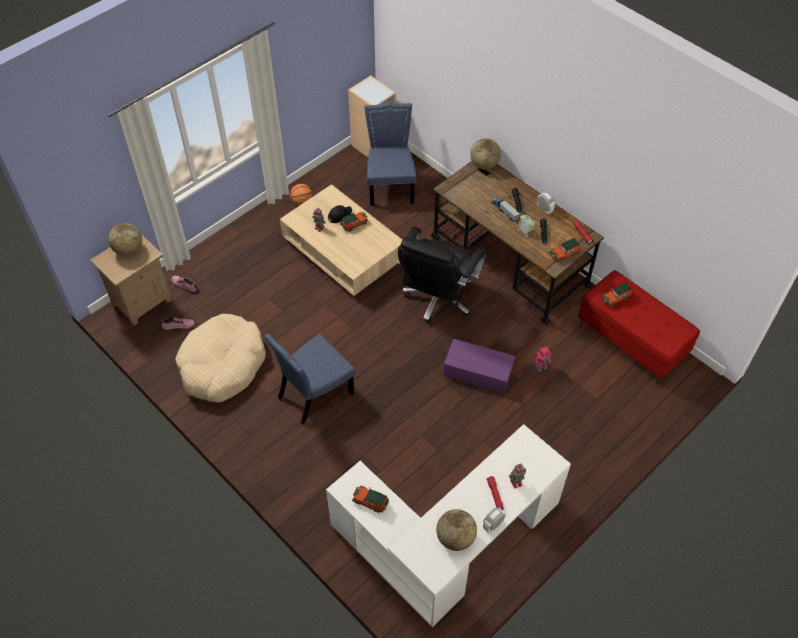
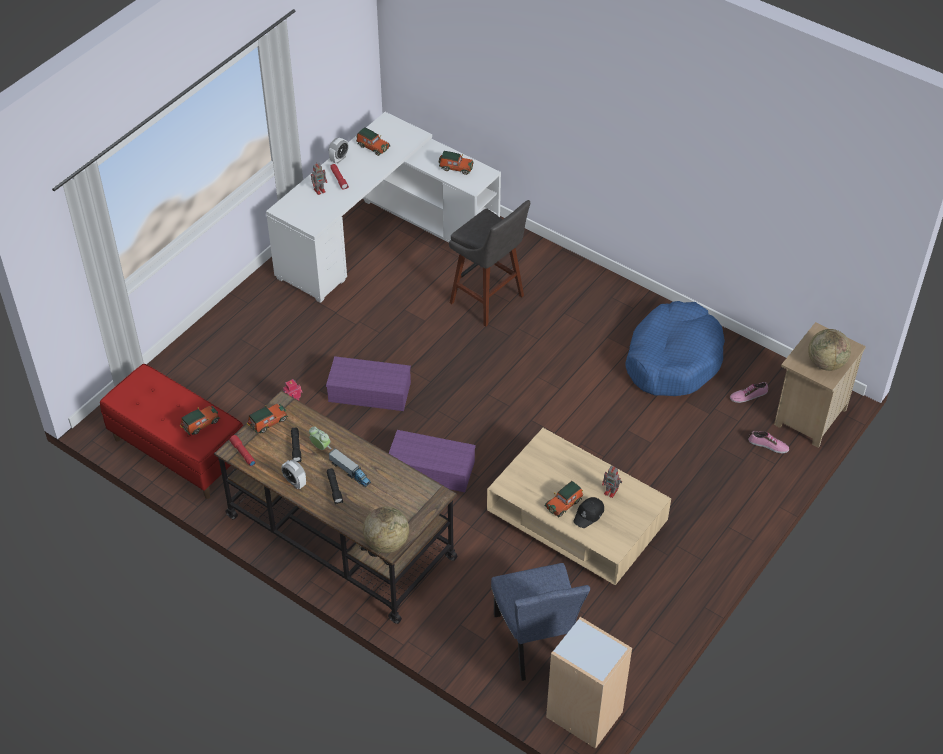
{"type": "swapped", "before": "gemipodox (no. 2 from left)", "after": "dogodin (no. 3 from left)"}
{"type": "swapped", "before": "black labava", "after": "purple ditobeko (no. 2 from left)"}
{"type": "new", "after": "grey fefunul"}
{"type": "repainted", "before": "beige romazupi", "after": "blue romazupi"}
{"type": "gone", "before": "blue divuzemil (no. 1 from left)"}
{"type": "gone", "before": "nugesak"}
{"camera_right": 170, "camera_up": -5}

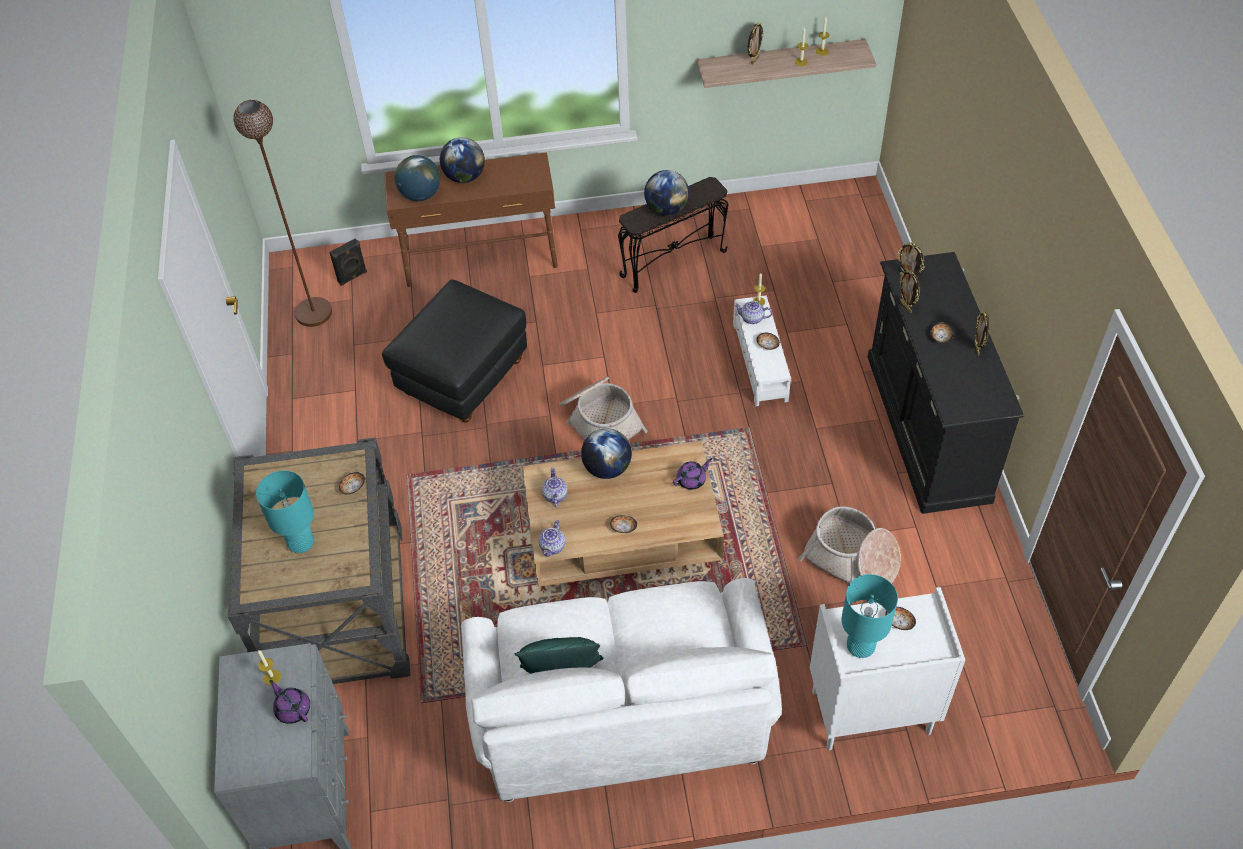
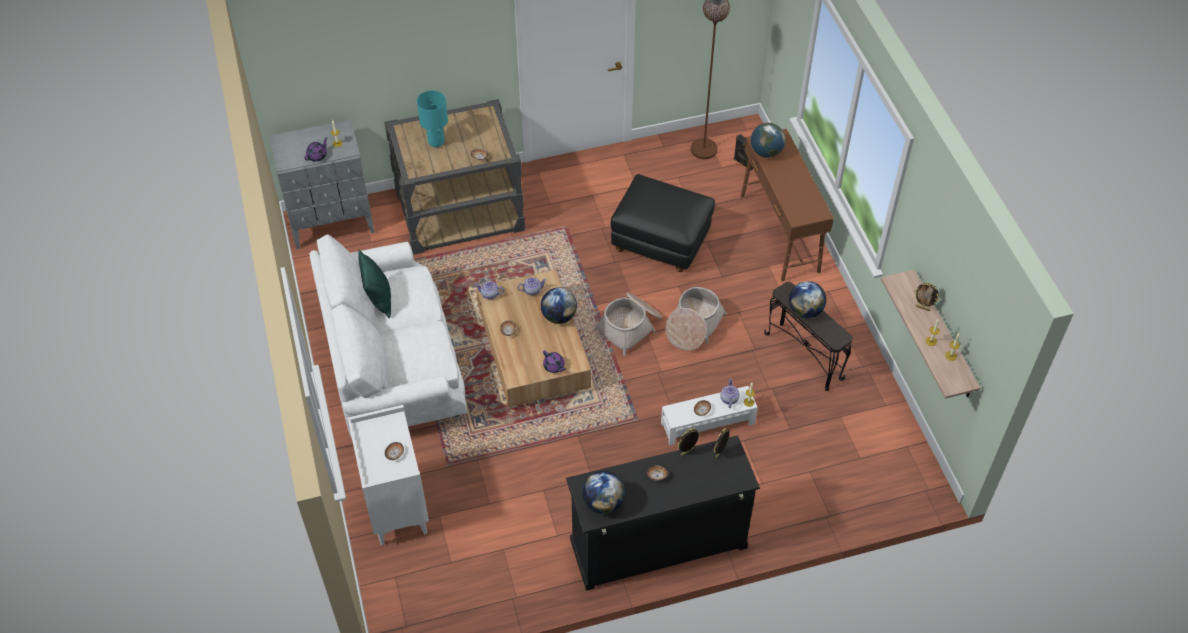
{"type": "shifted", "before": "gemipodox (no. 2 from left)"}
{"type": "shifted", "before": "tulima (no. 2 from left)"}
{"type": "gone", "before": "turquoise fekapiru (no. 2 from left)"}
{"type": "gone", "before": "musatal (no. 4 from left)"}
{"camera_right": 80, "camera_up": 0}

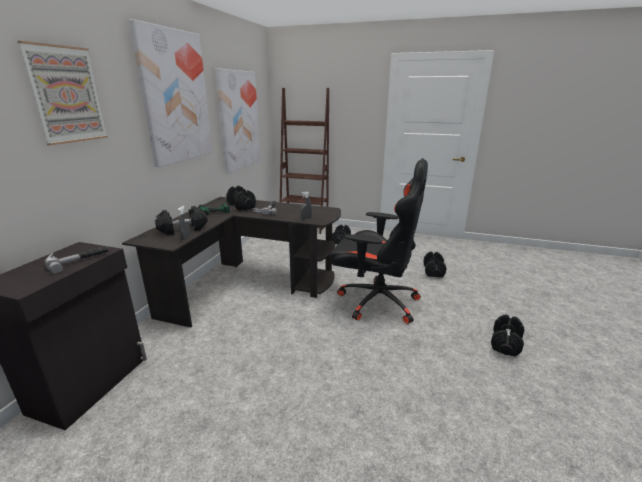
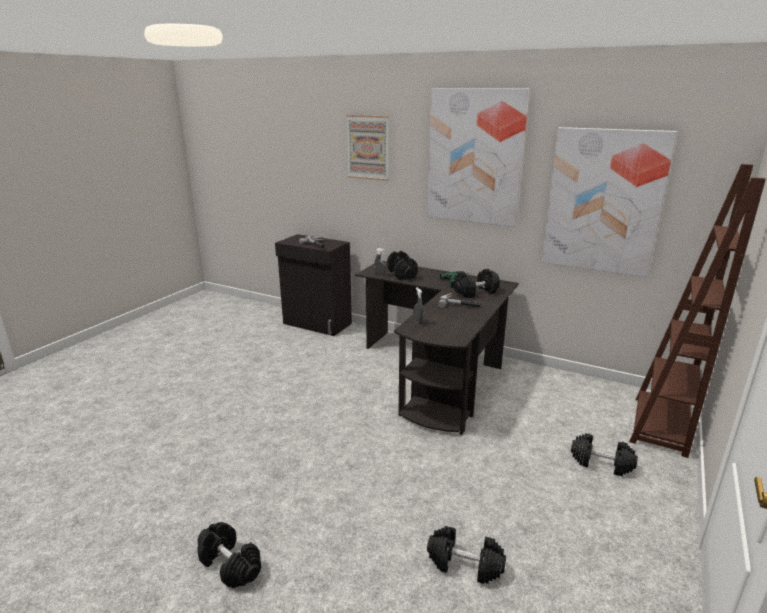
{"type": "gone", "before": "black labava"}
{"camera_right": 100, "camera_up": 0}

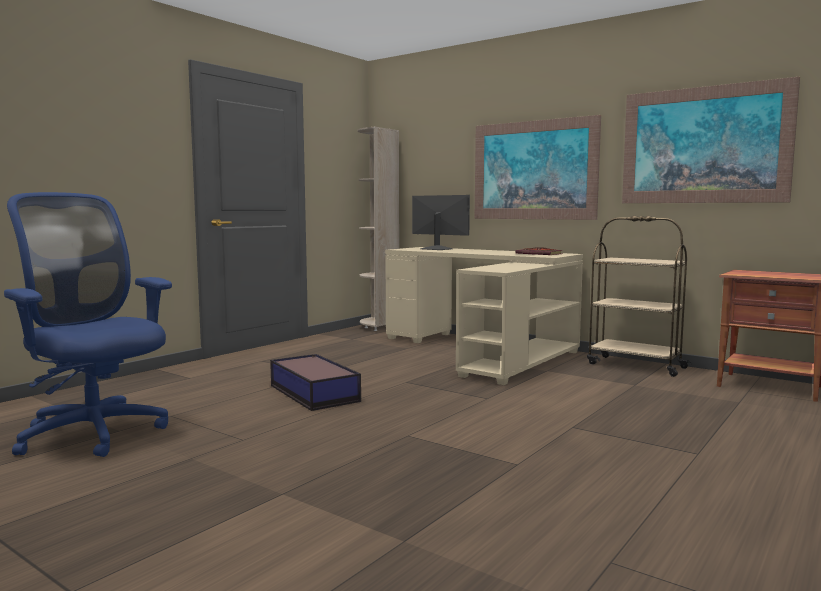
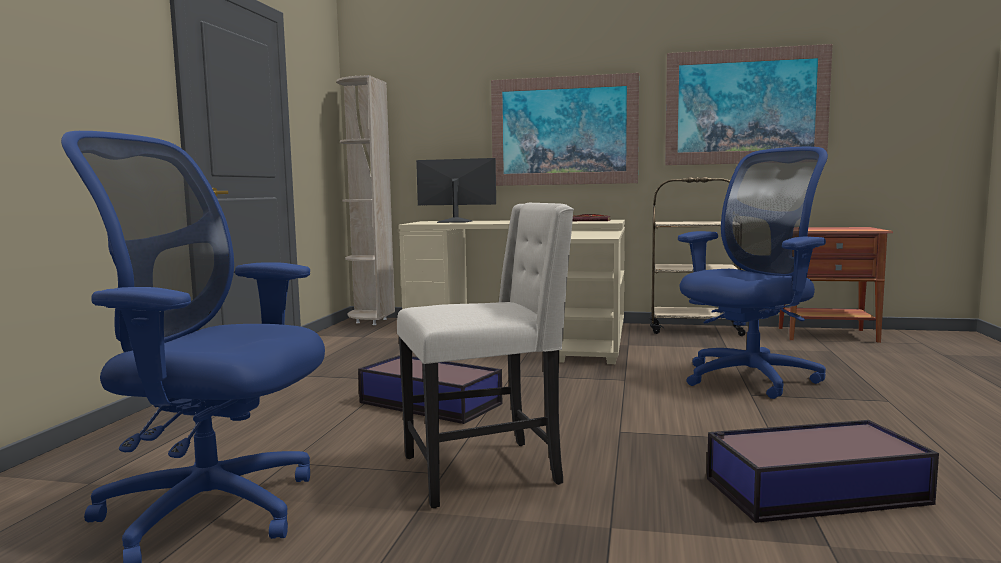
{"type": "new", "after": "beige divuzemil"}
{"type": "new", "after": "blue labava (no. 2 from left)"}
{"type": "new", "after": "ditobeko (no. 2 from left)"}
{"camera_right": -25, "camera_up": 0}

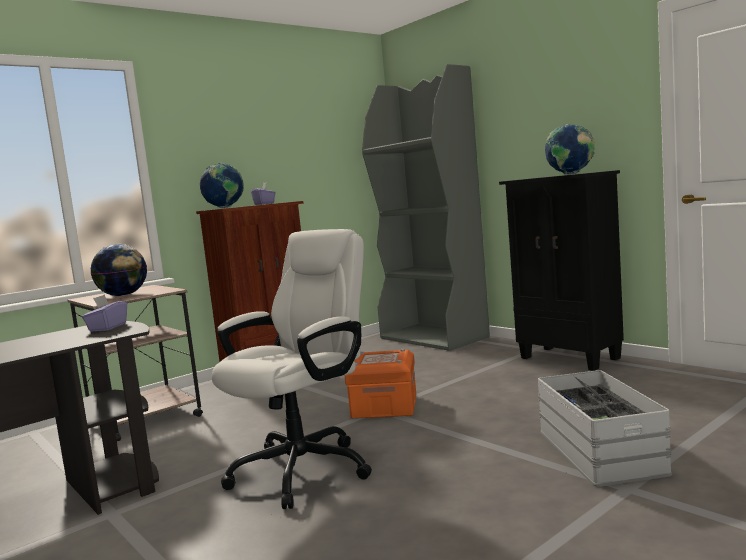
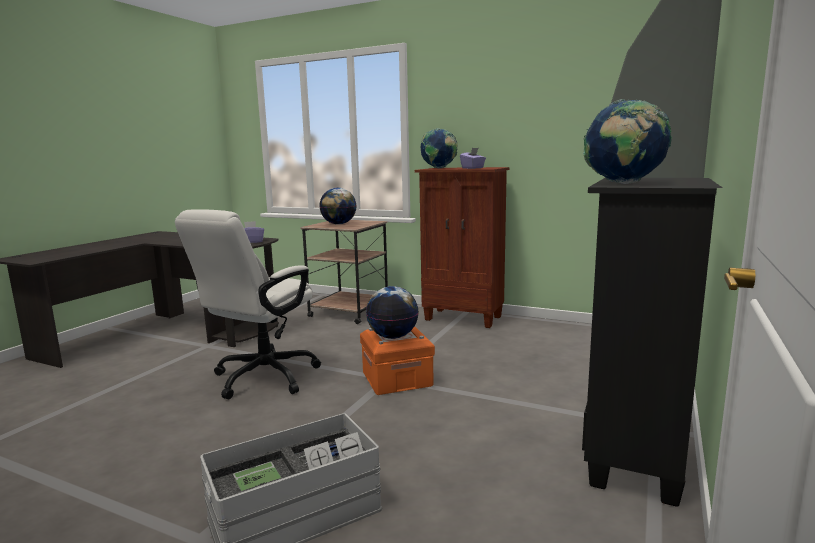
{"type": "rotated", "before": "white labava", "turn": 105}
{"type": "new", "after": "gemipodox (no. 2 from left)"}
{"camera_right": 65, "camera_up": 5}

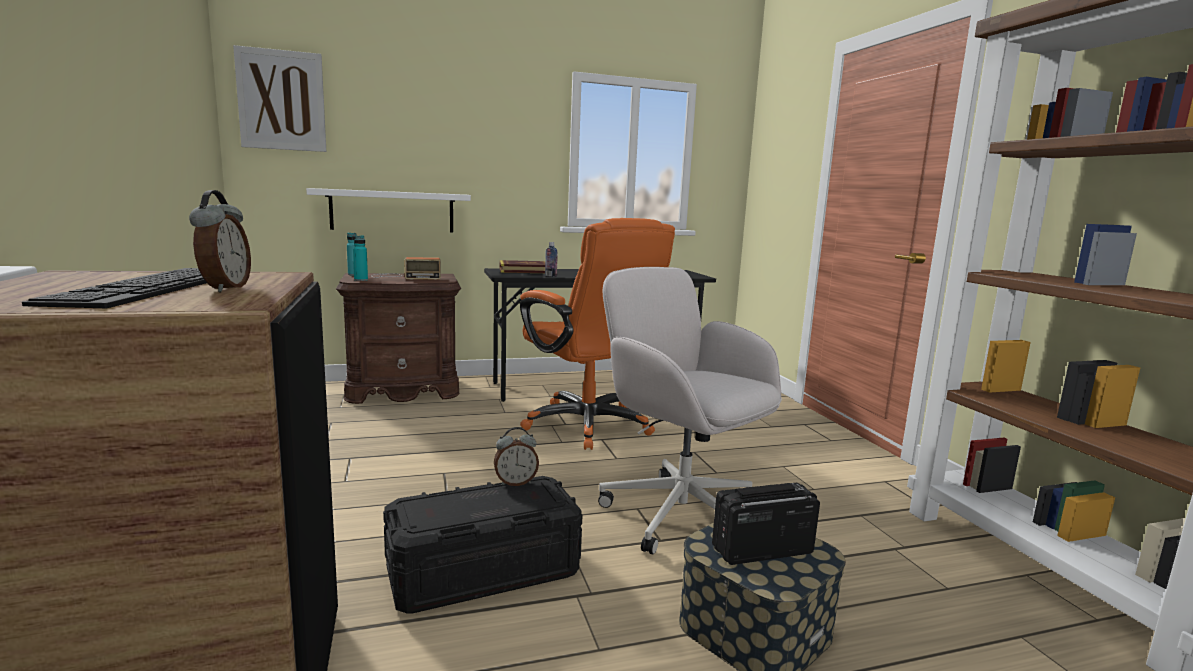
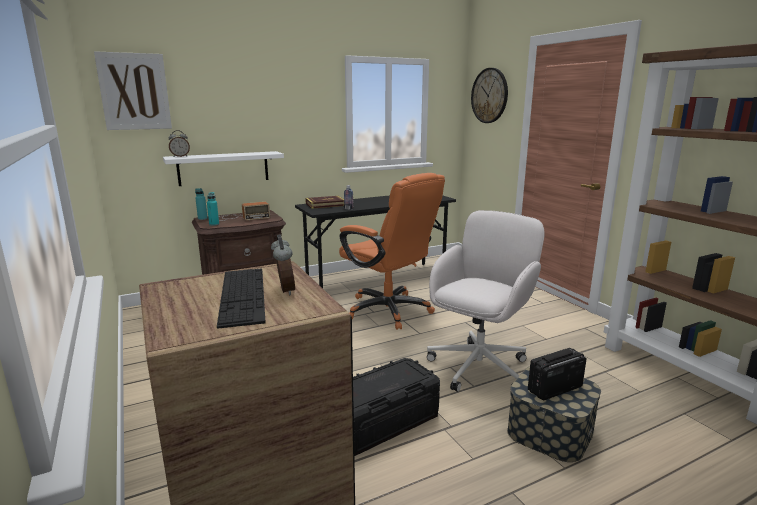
{"type": "shifted", "before": "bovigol (no. 2 from left in the first image)", "after": "bovigol (no. 1 from left)"}
{"type": "rotated", "before": "white labava", "turn": 90}
{"type": "new", "after": "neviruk"}
{"camera_right": -10, "camera_up": 5}

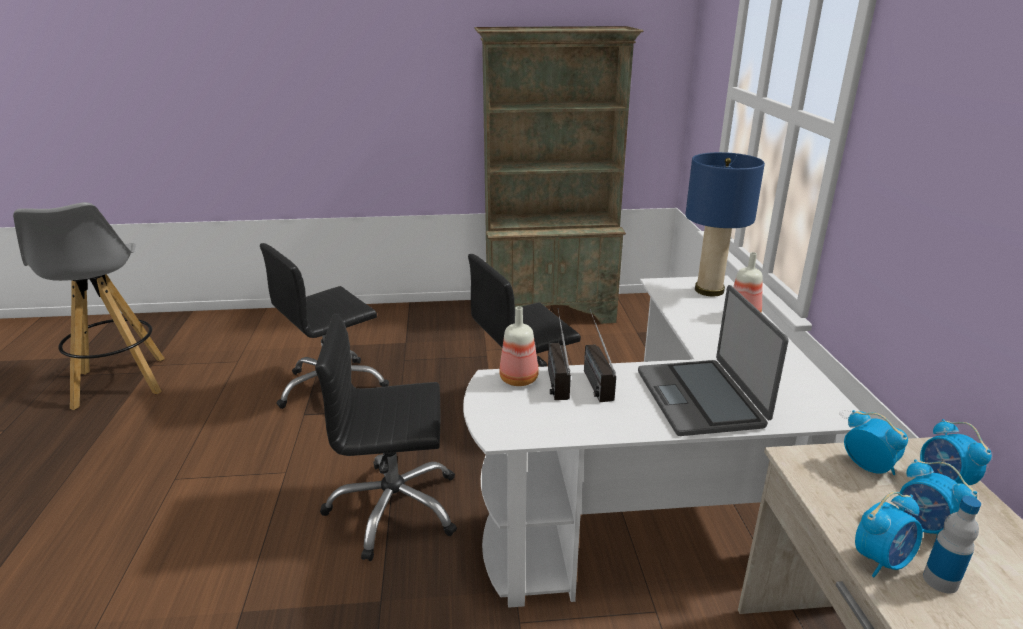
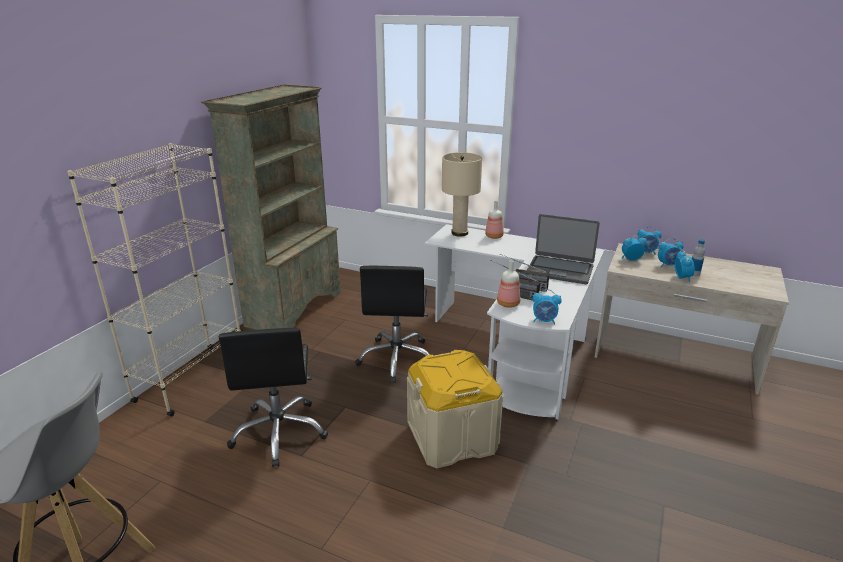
{"type": "new", "after": "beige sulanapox"}
{"type": "swapped", "before": "black labava (no. 2 from left)", "after": "beige ditobeko"}
{"type": "repainted", "before": "blue fekapiru", "after": "beige fekapiru"}
{"type": "new", "after": "bovigol (no. 1 from left)"}
{"camera_right": -60, "camera_up": 0}

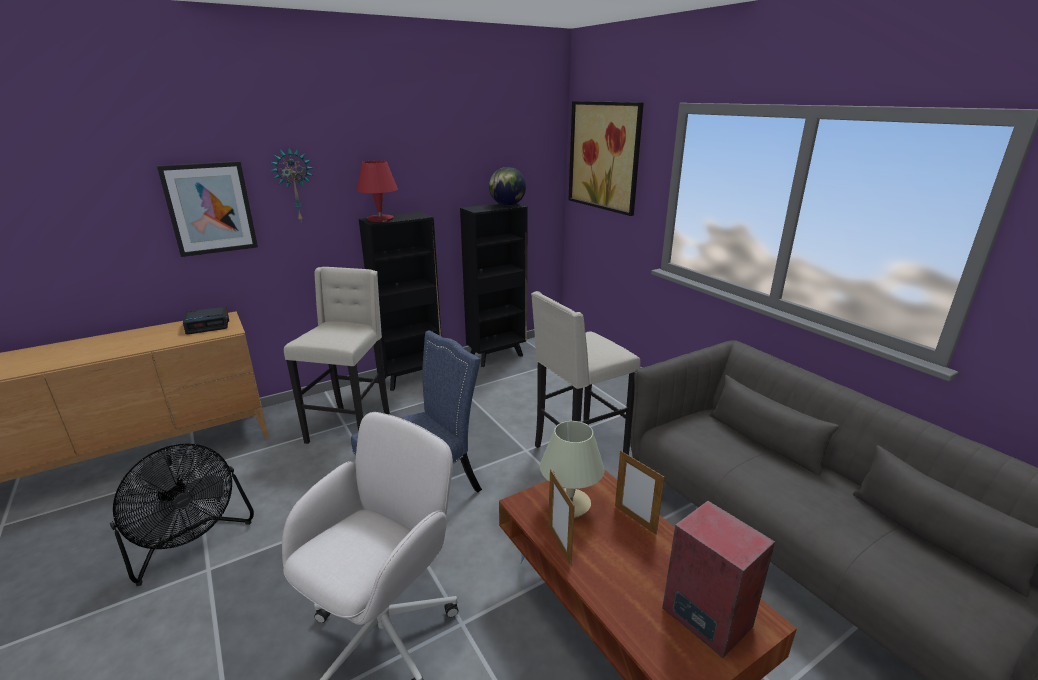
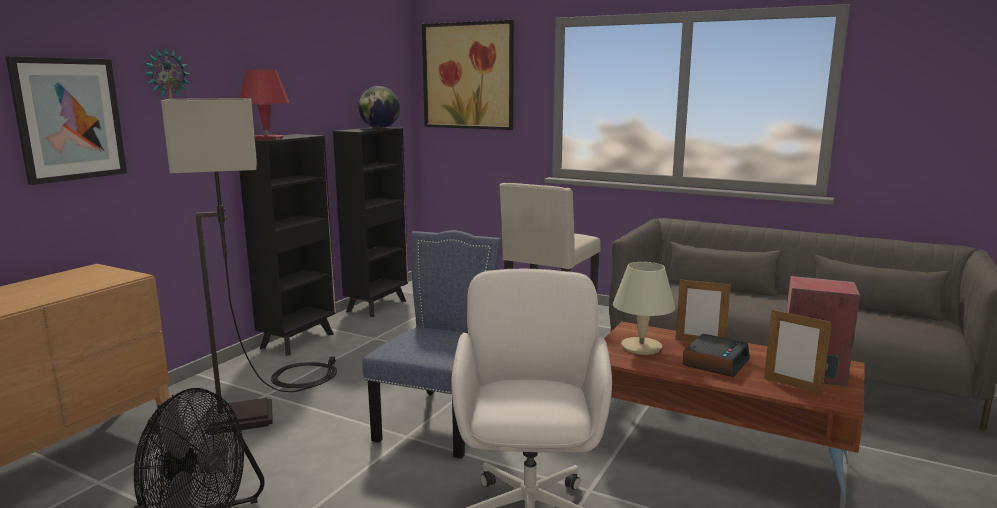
{"type": "swapped", "before": "beige fefunul (no. 1 from left)", "after": "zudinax"}
{"type": "shifted", "before": "bovigol"}
{"type": "shifted", "before": "musatal (no. 1 from left in the first image)", "after": "musatal (no. 2 from left)"}
{"camera_right": -30, "camera_up": -10}

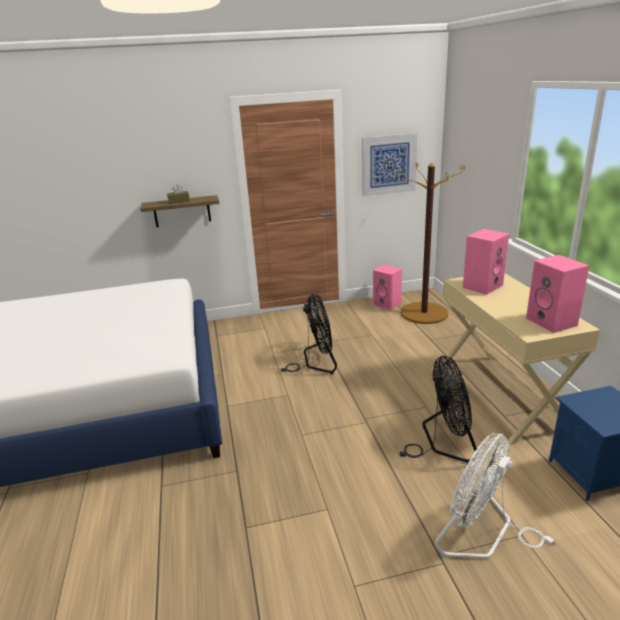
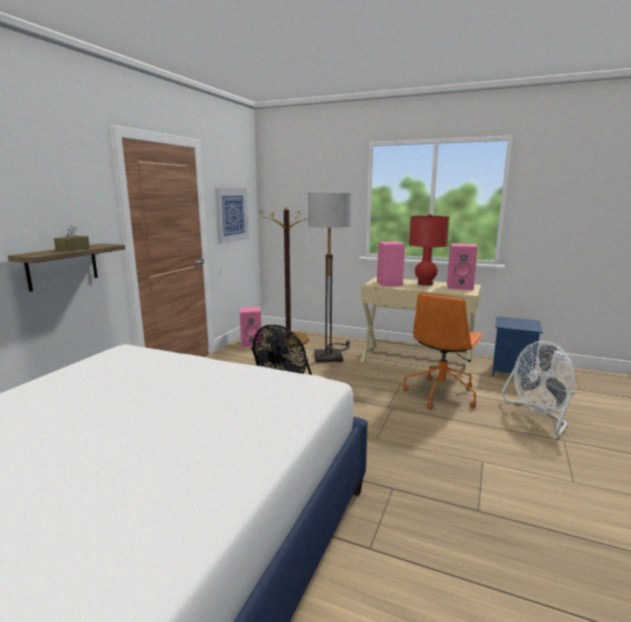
{"type": "new", "after": "zudinax"}
{"type": "swapped", "before": "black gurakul (no. 2 from left)", "after": "orange labava"}
{"type": "new", "after": "red fekapiru"}
{"camera_right": -55, "camera_up": -10}

